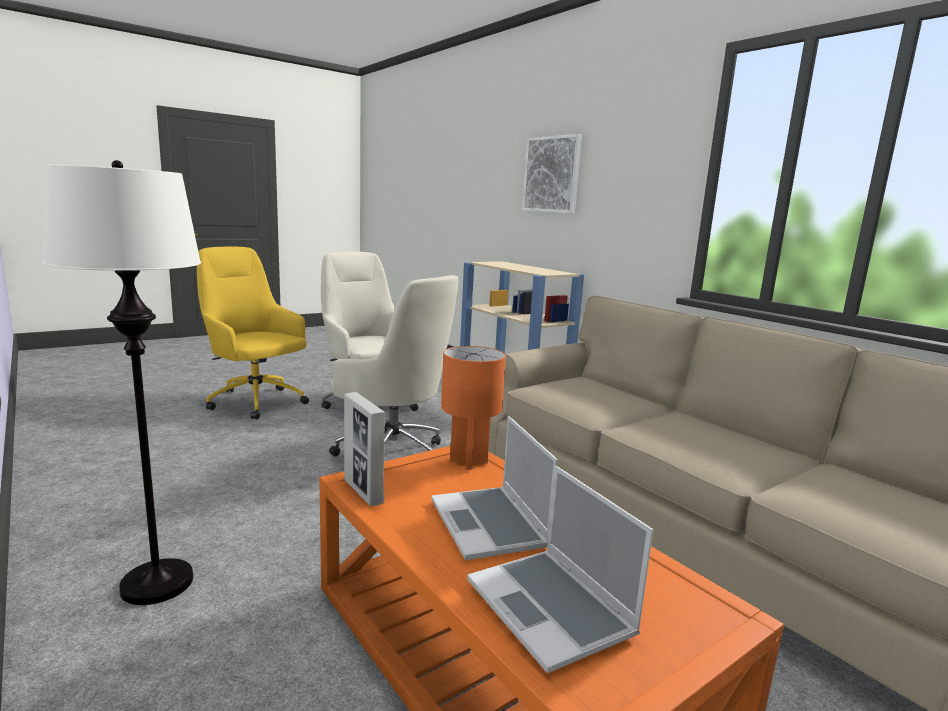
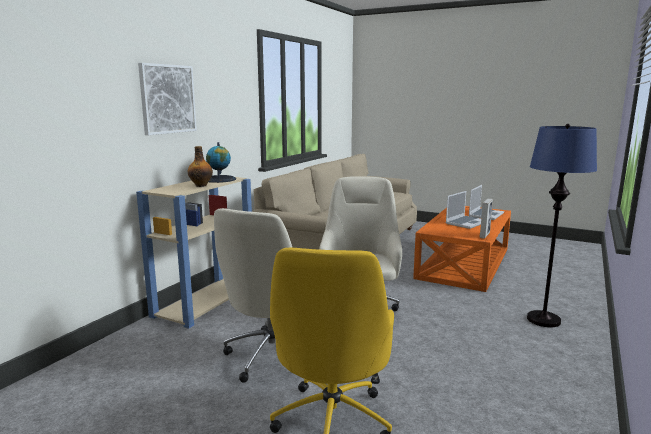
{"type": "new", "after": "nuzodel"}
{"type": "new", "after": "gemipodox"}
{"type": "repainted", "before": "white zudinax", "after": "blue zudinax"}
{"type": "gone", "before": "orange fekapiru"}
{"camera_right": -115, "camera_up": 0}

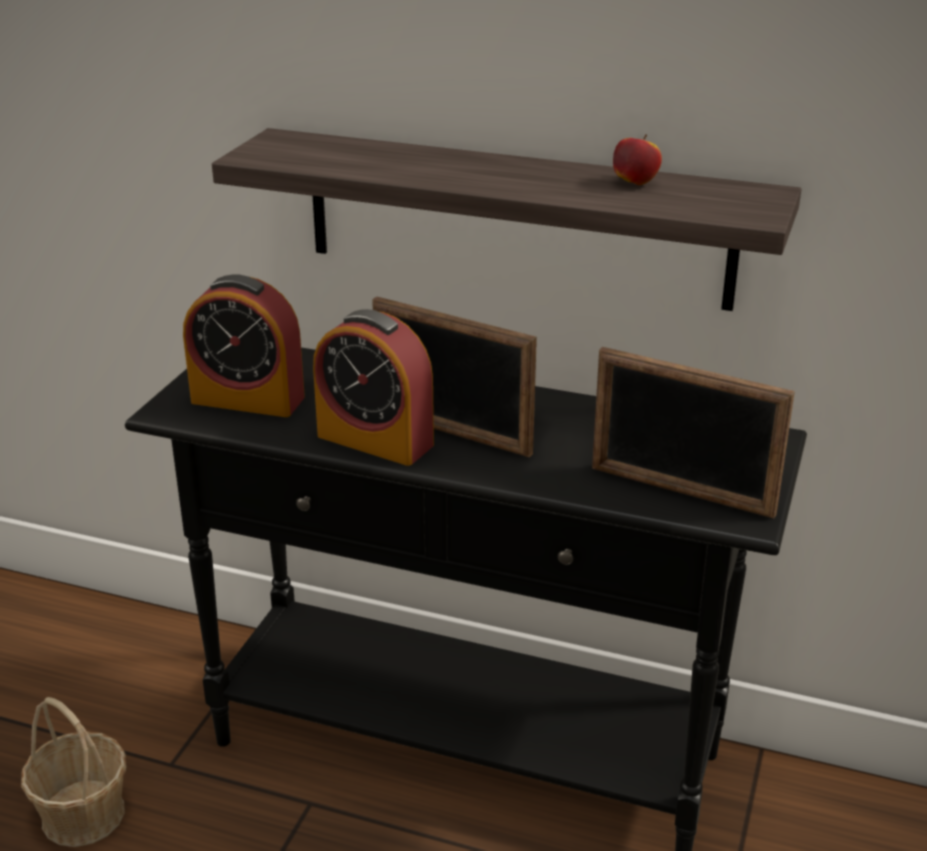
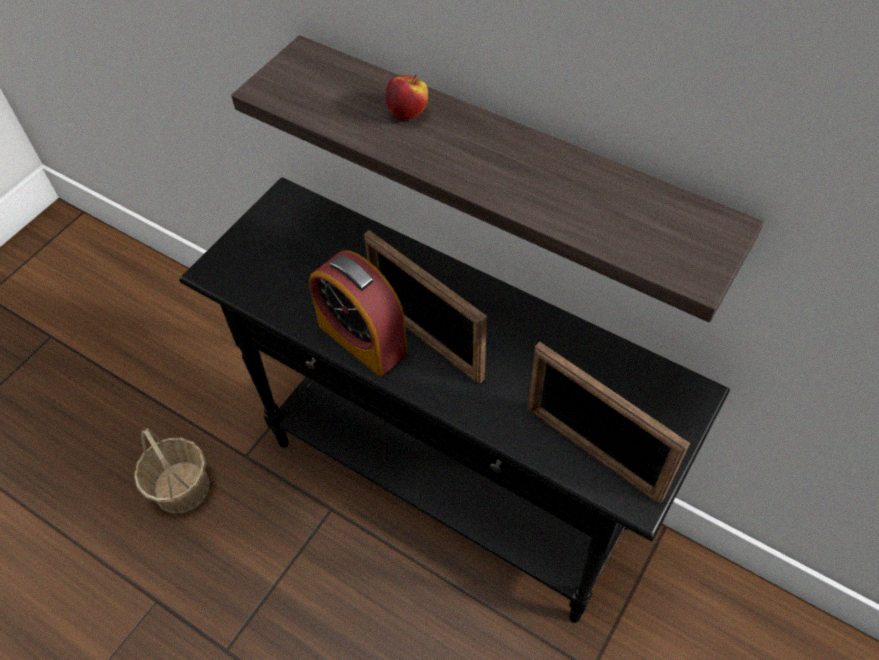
{"type": "shifted", "before": "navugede"}
{"type": "gone", "before": "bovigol (no. 1 from left)"}
{"camera_right": 15, "camera_up": 25}

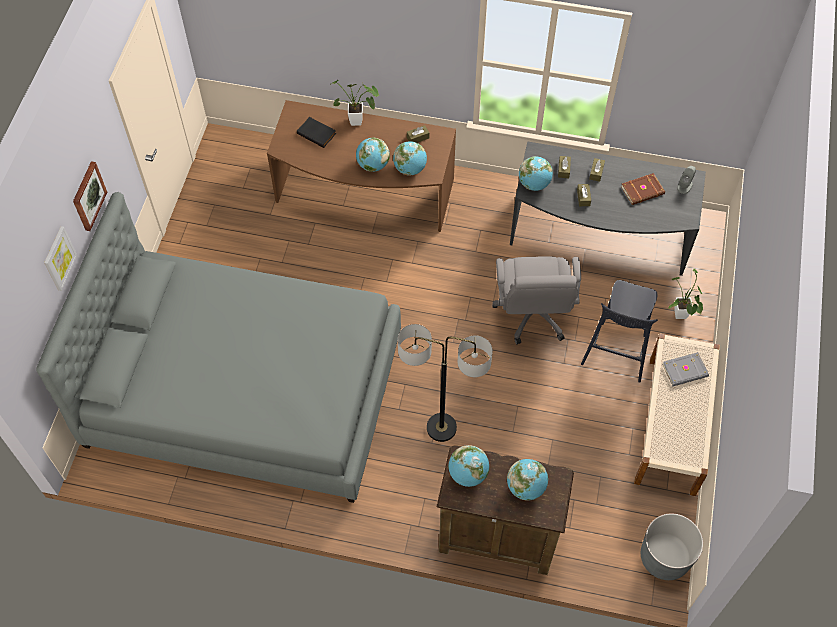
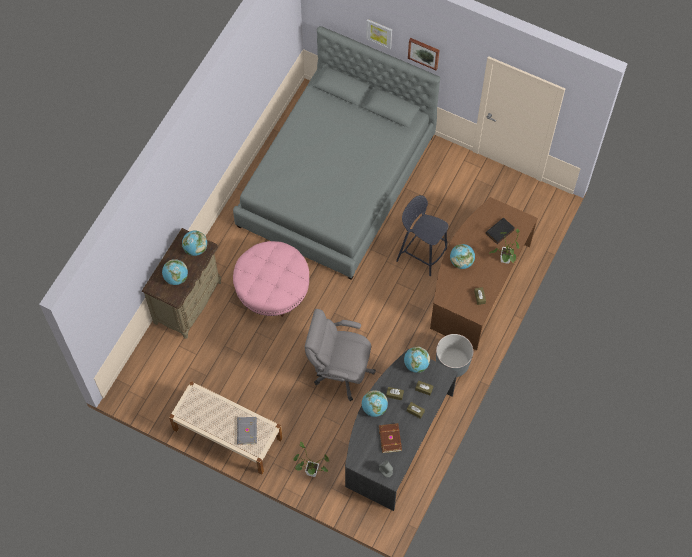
{"type": "swapped", "before": "zudinax", "after": "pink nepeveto"}
{"type": "shifted", "before": "gemipodox (no. 2 from left in the first image)", "after": "gemipodox (no. 3 from left)"}
{"type": "shifted", "before": "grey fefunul"}
{"type": "shifted", "before": "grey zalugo"}
{"camera_right": 105, "camera_up": 5}

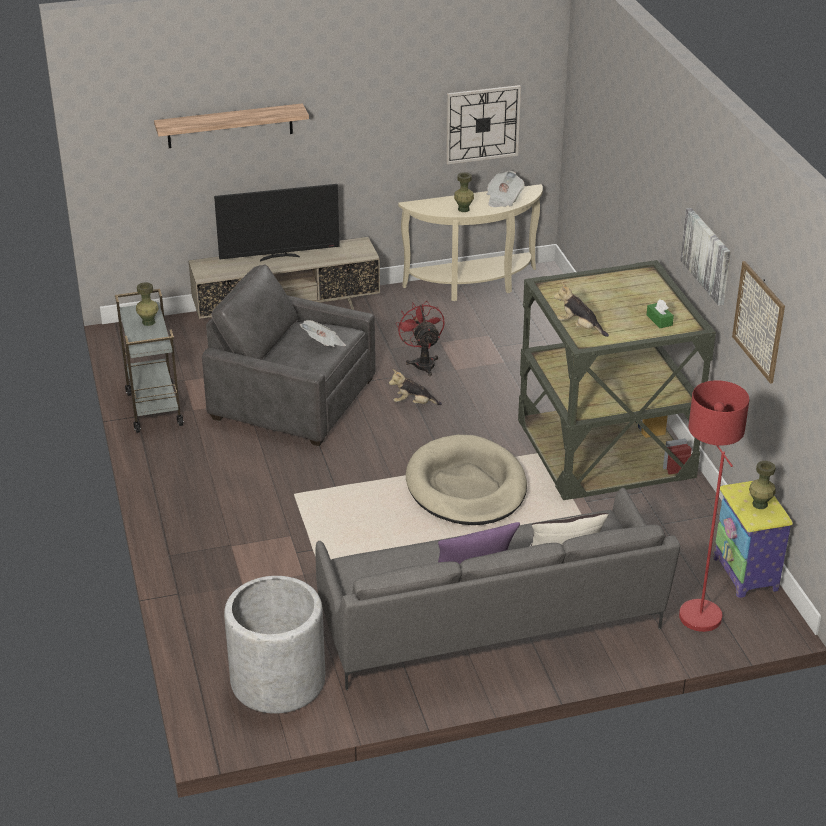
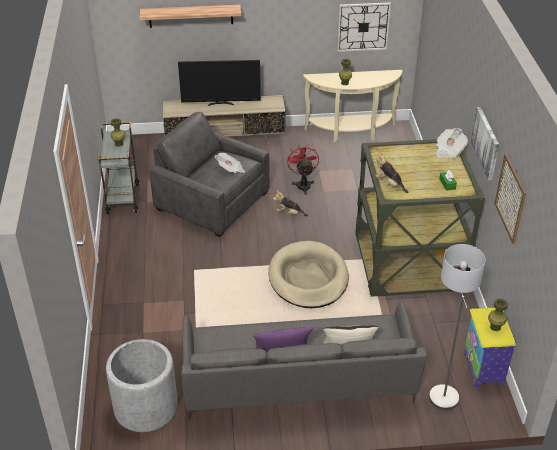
{"type": "repainted", "before": "red zudinax", "after": "grey zudinax"}
{"type": "shifted", "before": "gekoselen (no. 2 from left)"}
{"camera_right": 10, "camera_up": 5}

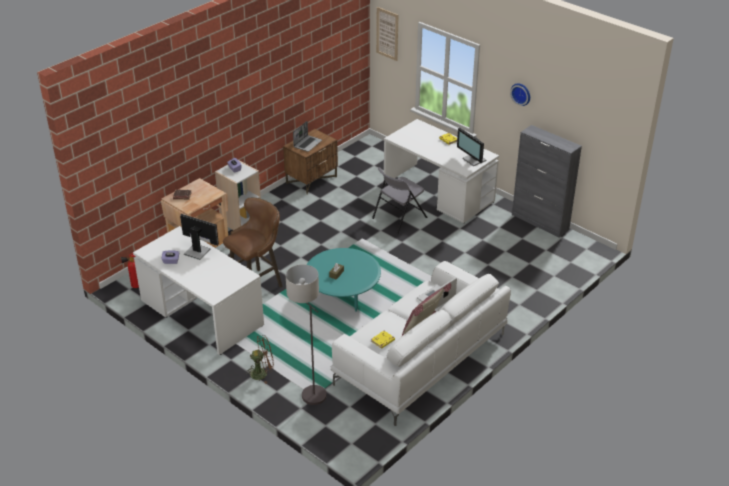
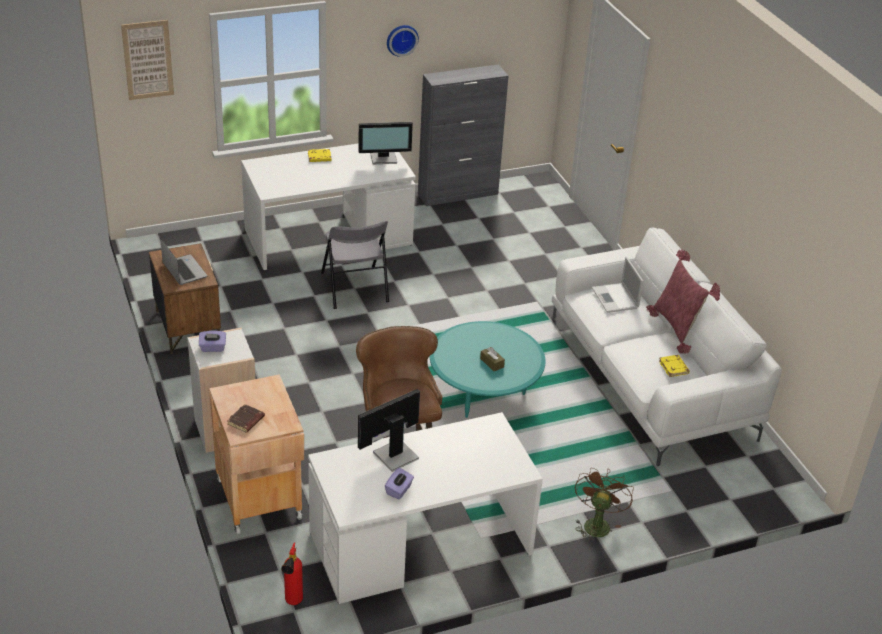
{"type": "gone", "before": "grey zudinax"}
{"camera_right": -65, "camera_up": 0}

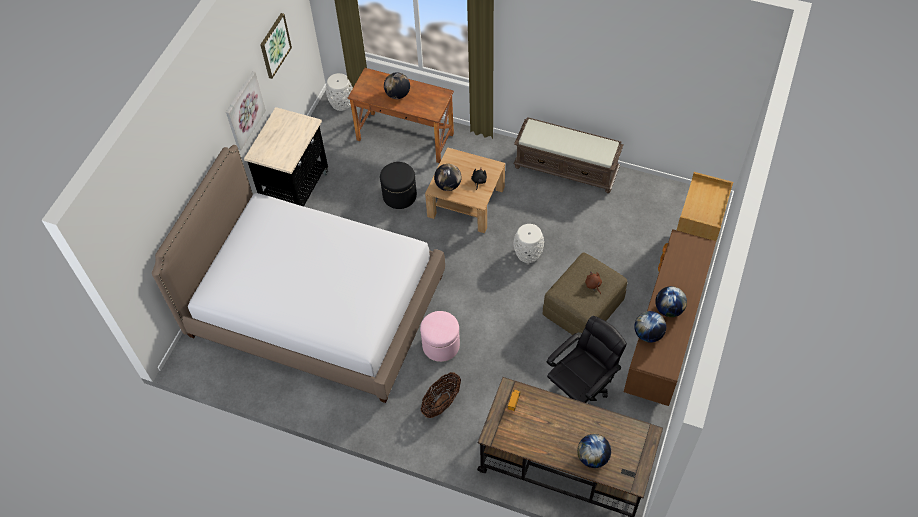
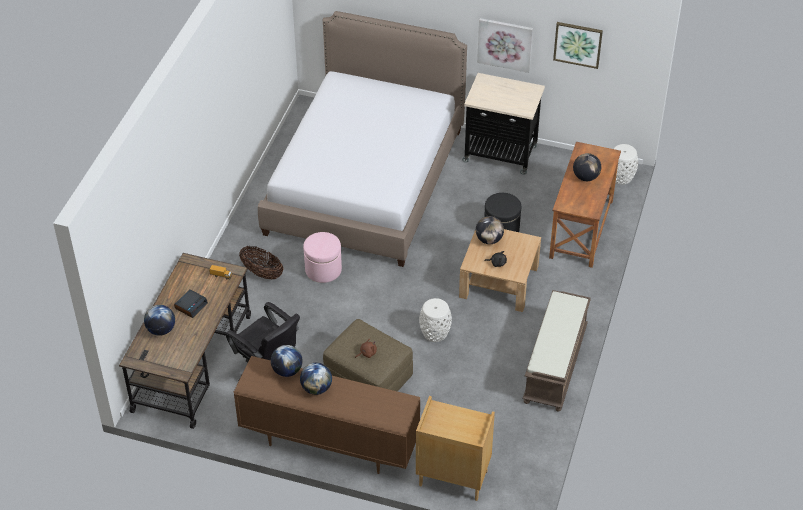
{"type": "new", "after": "bovigol"}
{"camera_right": 85, "camera_up": -10}

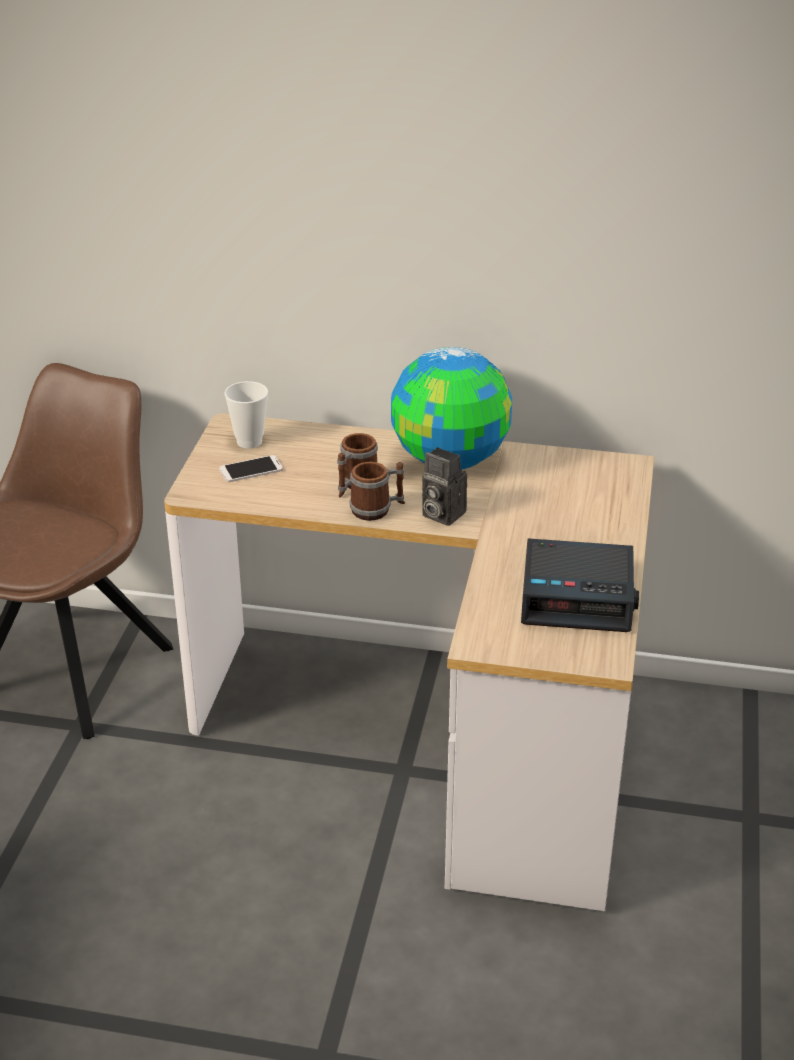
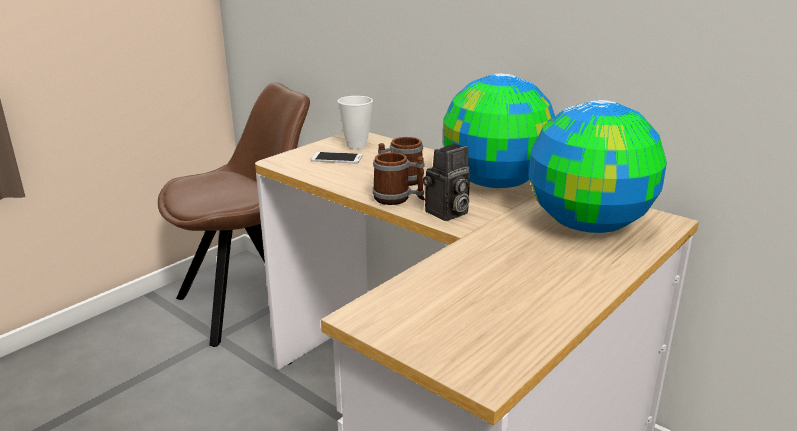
{"type": "rotated", "before": "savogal", "turn": -105}
{"type": "new", "after": "gemipodox (no. 2 from left)"}
{"type": "gone", "before": "bovigol"}
{"camera_right": 30, "camera_up": -10}

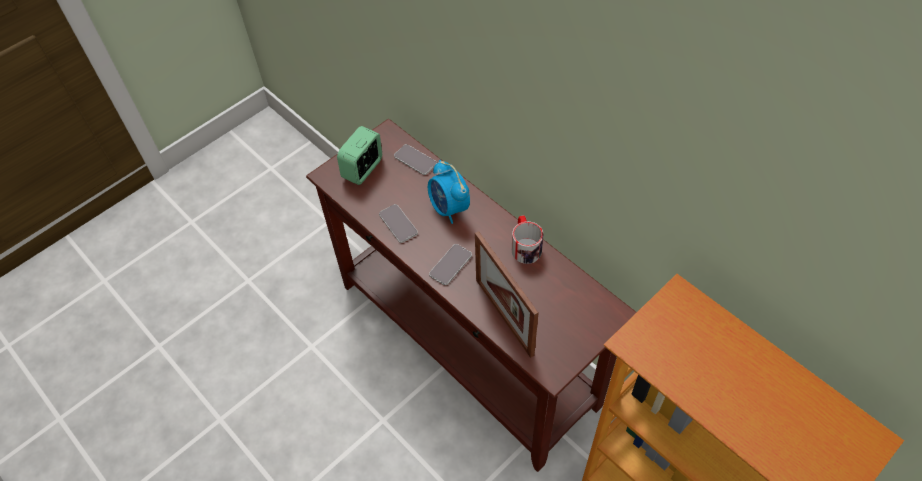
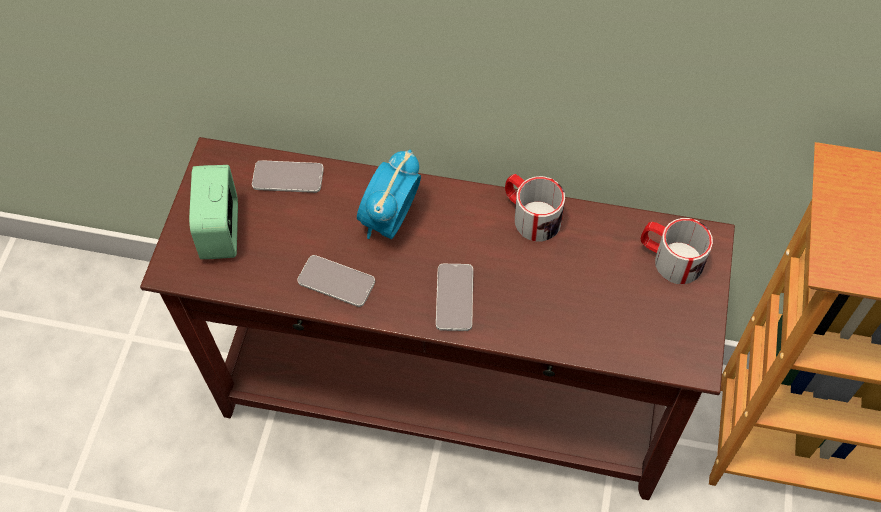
{"type": "rotated", "before": "bovigol (no. 2 from left)", "turn": 90}
{"type": "new", "after": "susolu (no. 2 from left)"}
{"type": "gone", "before": "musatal"}
{"camera_right": -35, "camera_up": 5}

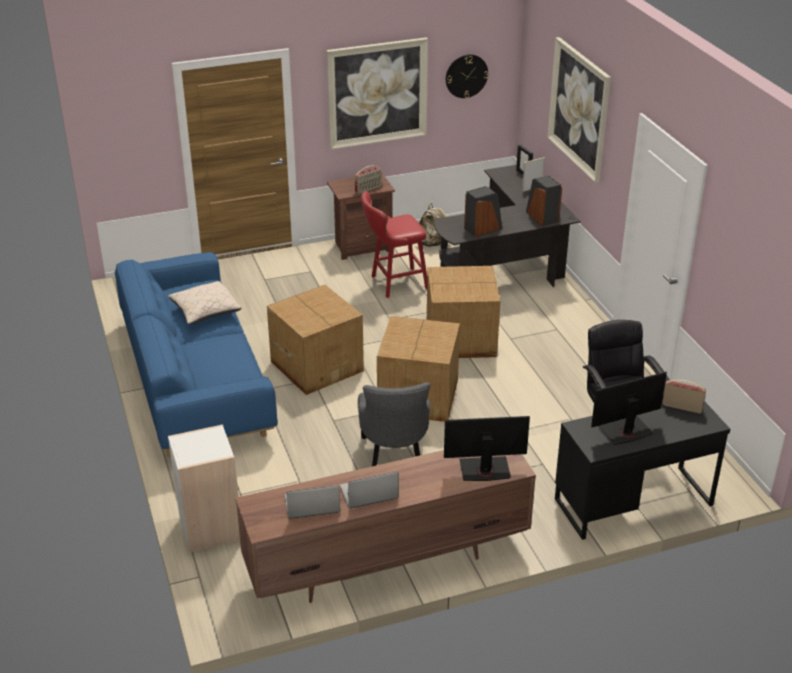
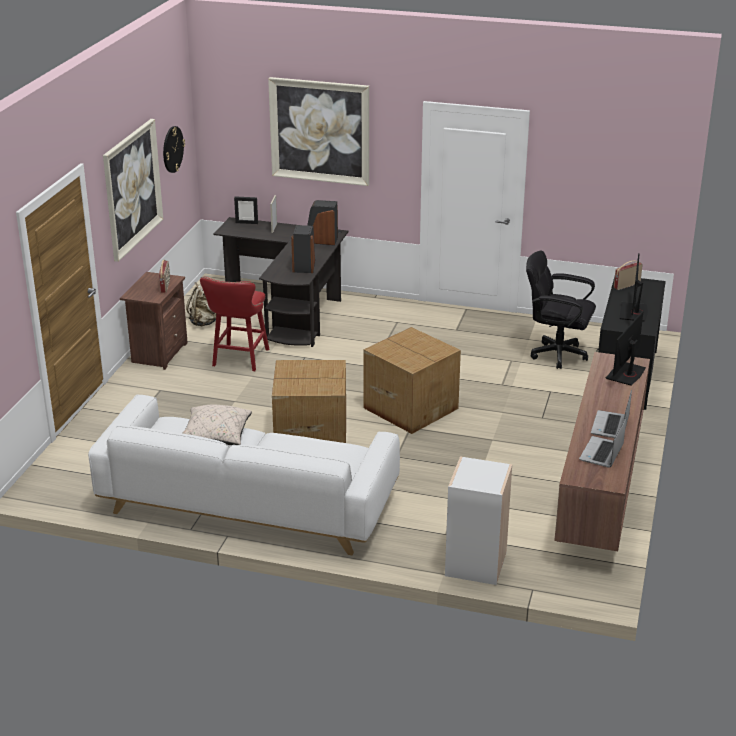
{"type": "repainted", "before": "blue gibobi", "after": "white gibobi"}
{"type": "gone", "before": "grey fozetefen"}
{"type": "gone", "before": "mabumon (no. 3 from left)"}
{"camera_right": -55, "camera_up": -5}

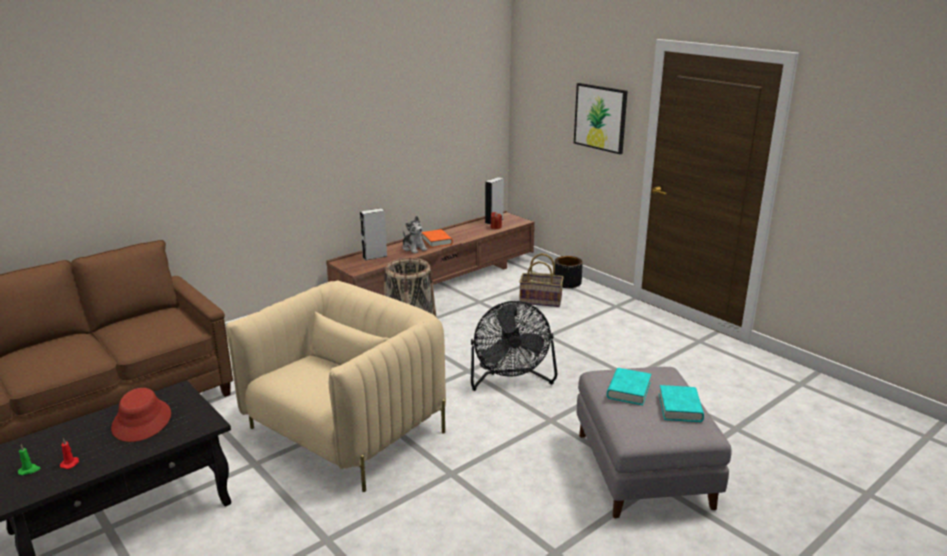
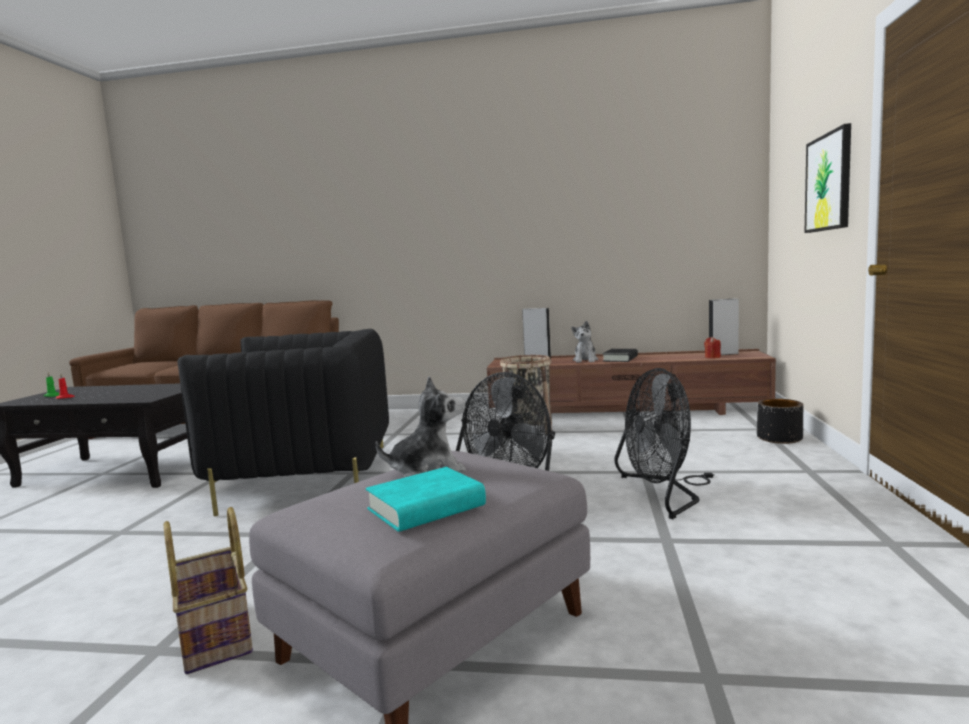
{"type": "shifted", "before": "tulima (no. 2 from left in the first image)", "after": "tulima (no. 1 from left)"}
{"type": "repainted", "before": "beige fozetefen", "after": "black fozetefen"}
{"type": "swapped", "before": "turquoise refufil (no. 1 from left)", "after": "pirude (no. 1 from left)"}
{"type": "repainted", "before": "orange refufil", "after": "black refufil"}
{"type": "new", "after": "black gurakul (no. 2 from left)"}
{"type": "gone", "before": "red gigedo"}
{"camera_right": 50, "camera_up": -15}

